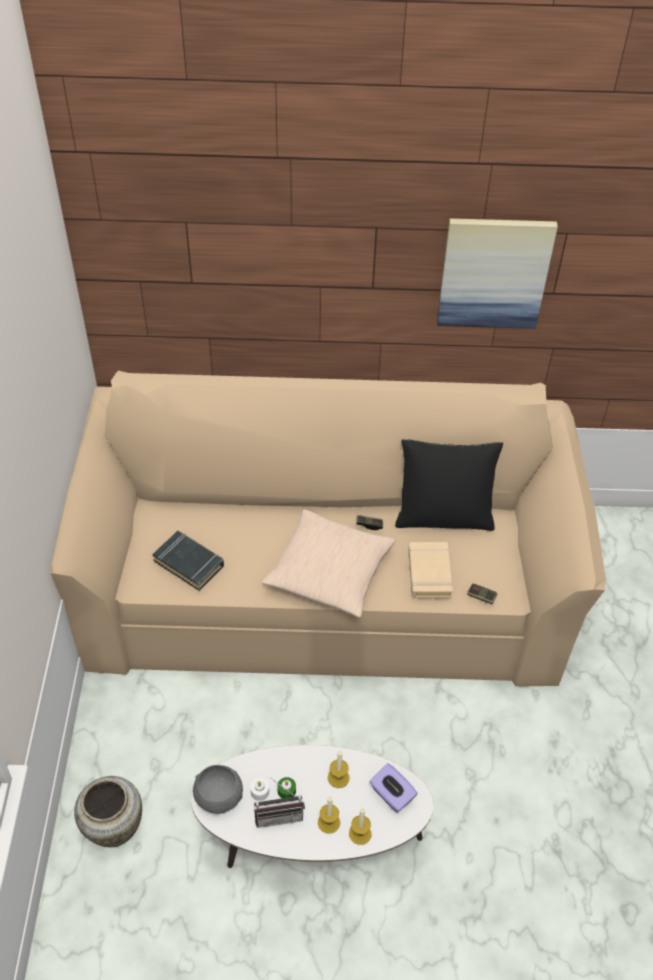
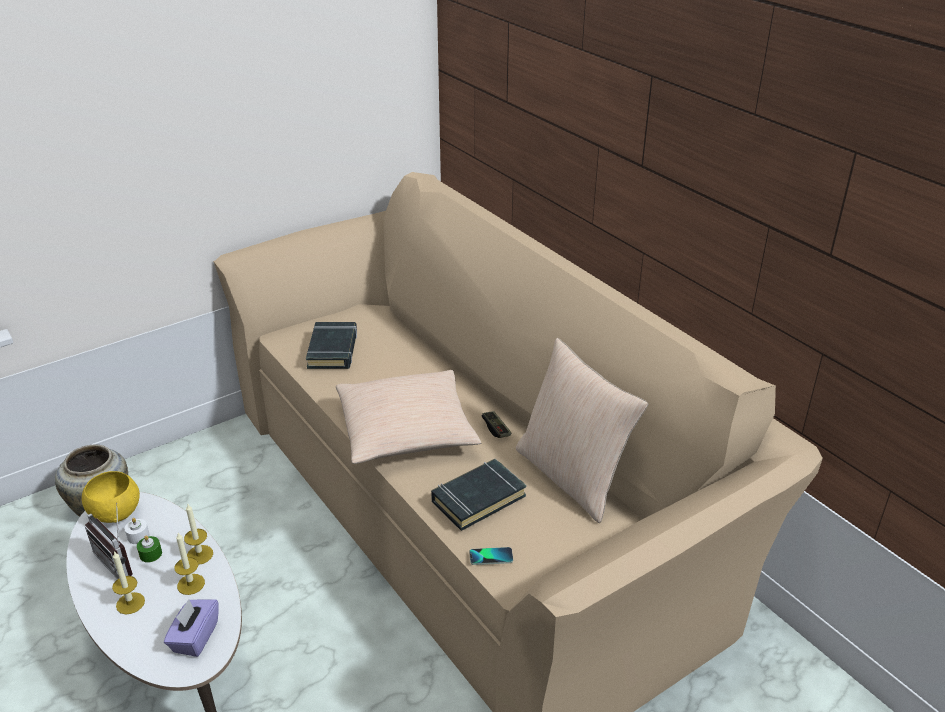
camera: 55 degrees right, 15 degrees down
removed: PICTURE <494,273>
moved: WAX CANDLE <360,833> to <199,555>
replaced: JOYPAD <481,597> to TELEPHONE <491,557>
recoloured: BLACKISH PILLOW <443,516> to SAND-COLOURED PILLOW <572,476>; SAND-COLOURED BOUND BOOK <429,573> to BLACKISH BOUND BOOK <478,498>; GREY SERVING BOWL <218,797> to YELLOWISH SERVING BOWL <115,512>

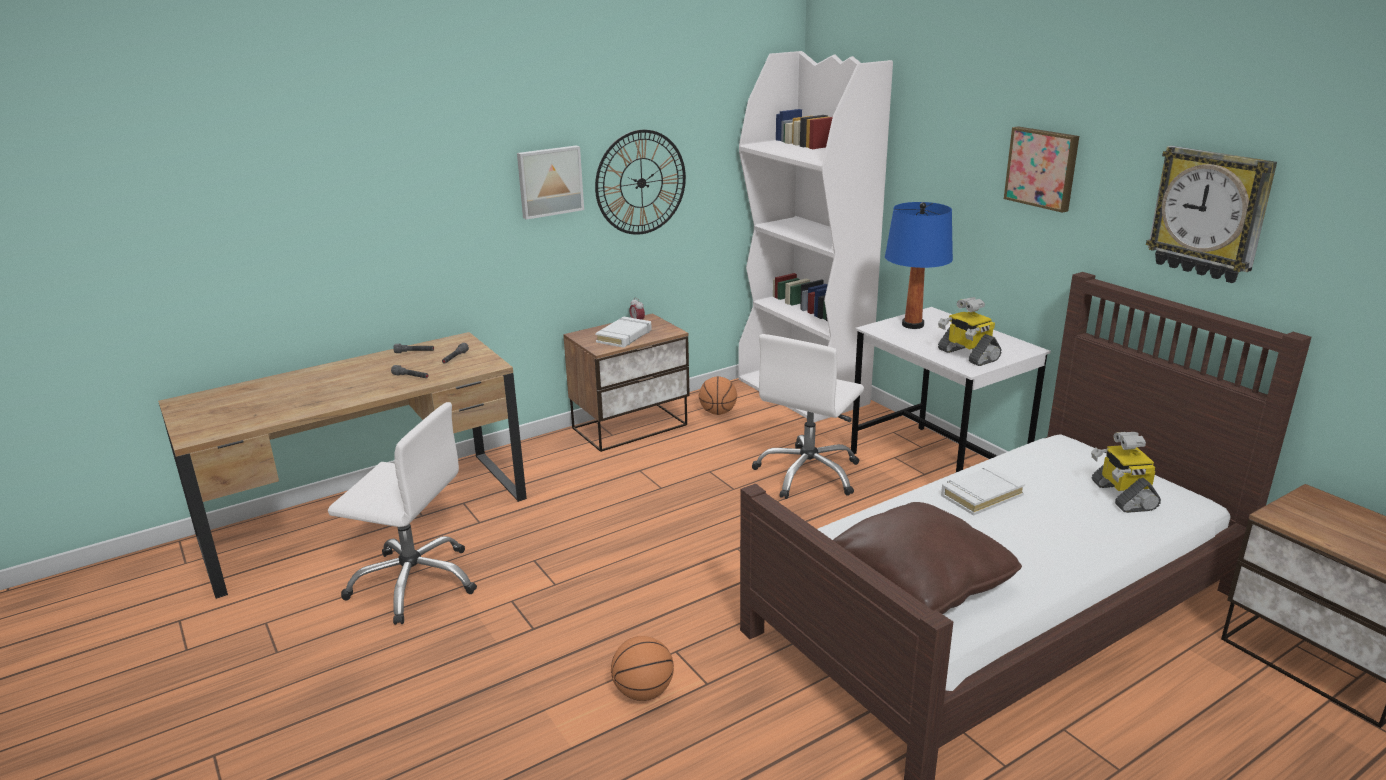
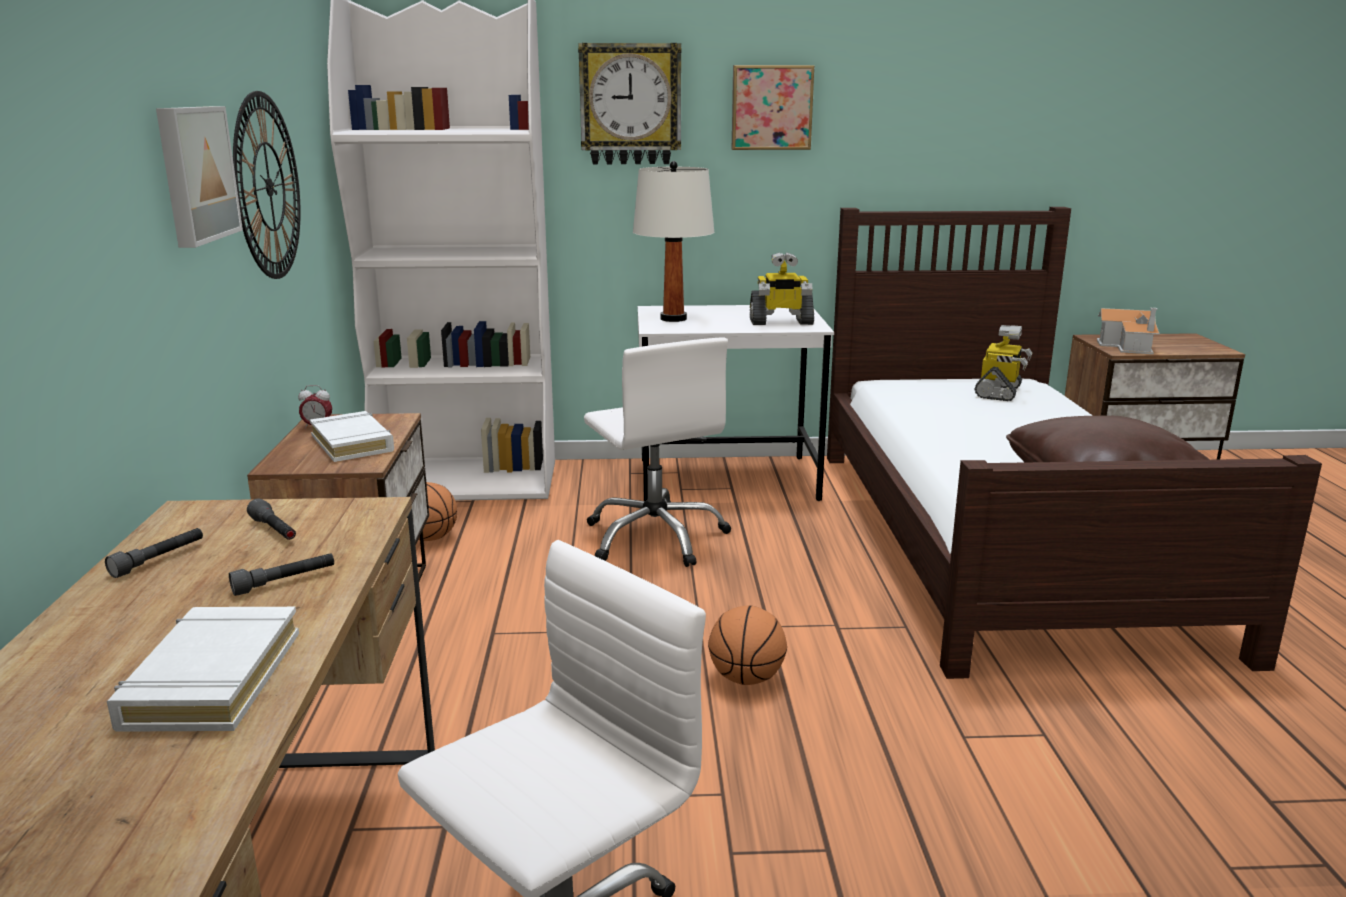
camera: 60 degrees left, 5 degrees down
added: MINIATURE HOUSE <1129,346>
moved: HANGING CLOCK <1209,214> to <630,104>; WHITE BOUND BOOK <981,495> to <211,679>; BASKETBALL <643,692> to <746,679>
recoloured: BLUE TABLE LAMP <913,325> to WHITE TABLE LAMP <673,319>
turned: TOY ROBOT <1121,496> = <999,392> 90 degrees counterclockwise

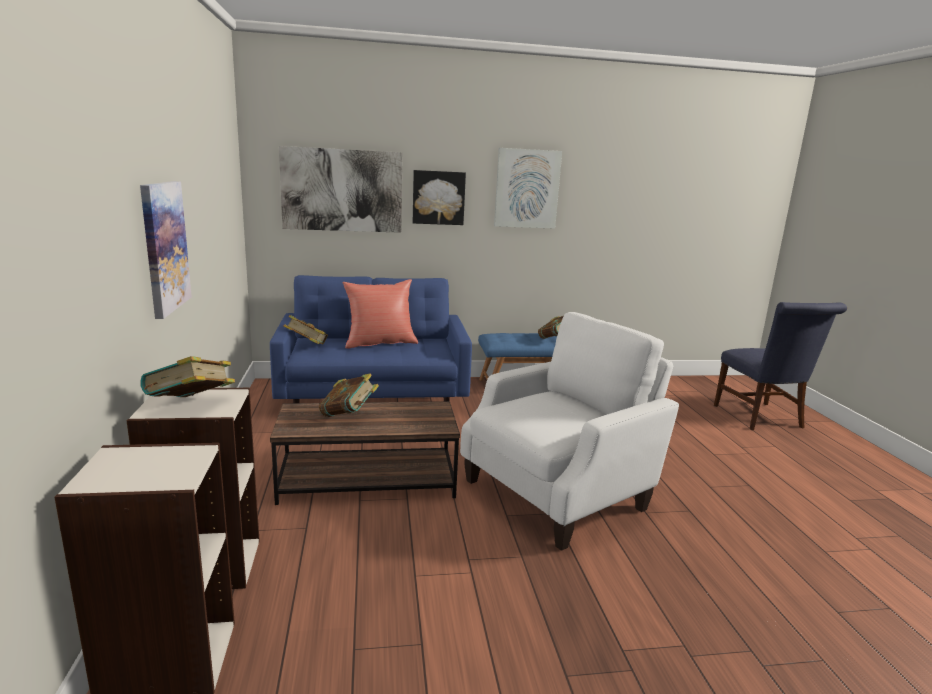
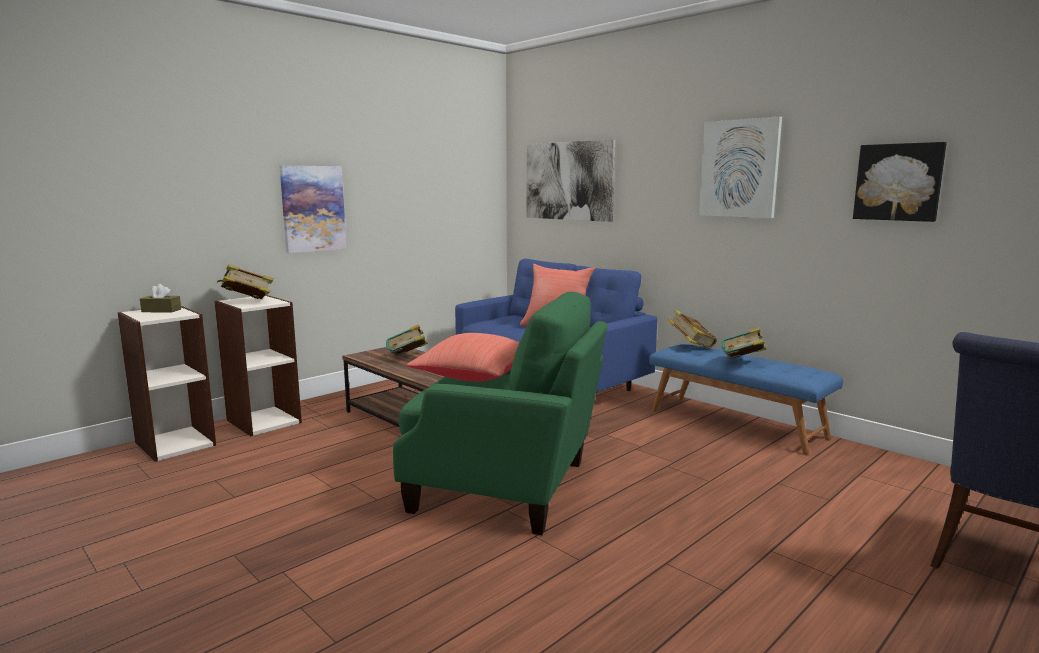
camera: 55 degrees right, 5 degrees down
added: BROWN-COLOURED TISSUE HOLDER <161,310>; RED-COLOURED PILLOW <476,377>
moved: PICTURE <438,197> to <898,182>; BOUND BOOK <306,346> to <691,346>
recoloured: WHITE LOUNGE CHAIR <558,493> to GREENISH LOUNGE CHAIR <506,487>

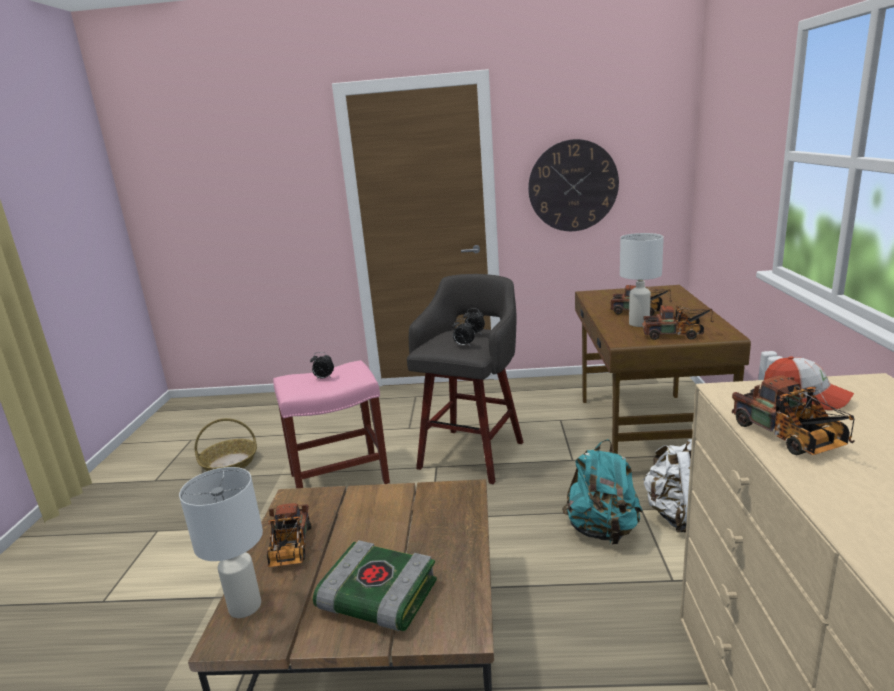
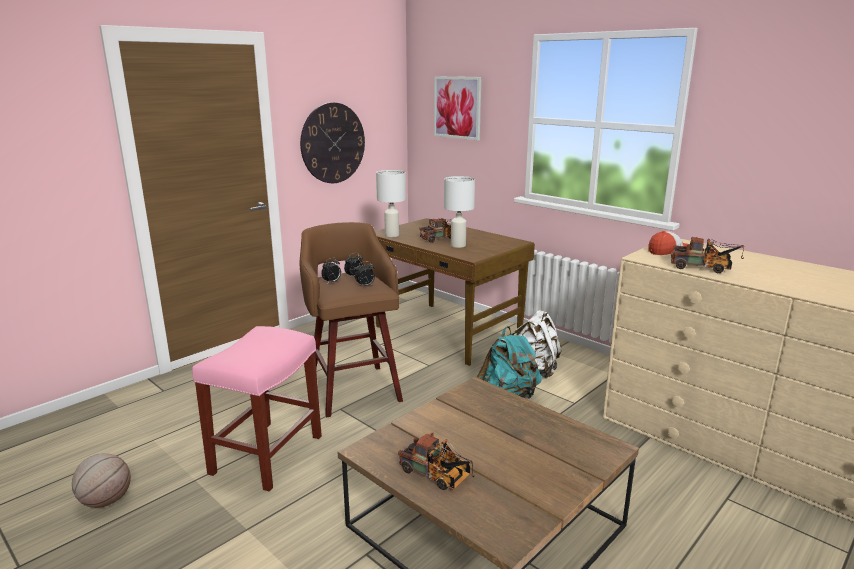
camera: 50 degrees left, 0 degrees up
removed: TOY TRUCK <676,335>; BOUND BOOK <376,597>
added: PICTURE <457,107>
moved: BEDSIDE CLOCK <323,378> to <332,282>; WHITE TABLE LAMP <244,606> to <391,235>
replaced: BASKET <230,463> to BASKETBALL <105,501>
recoloured: GREY STOOL <473,453> to BROWN-COLOURED STOOL <353,388>

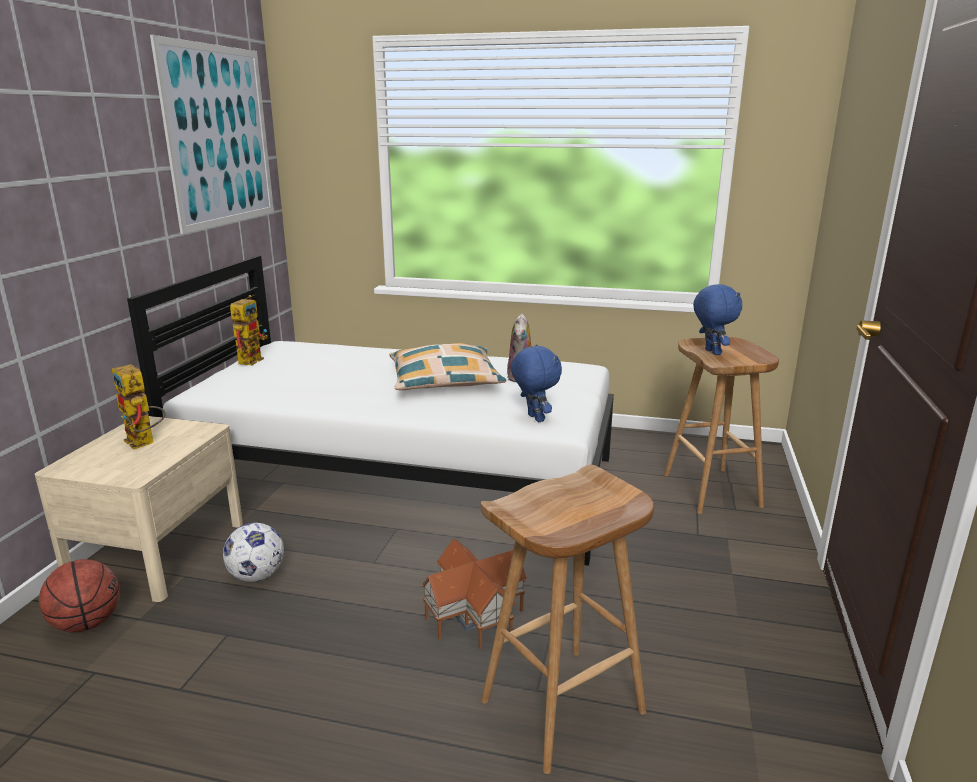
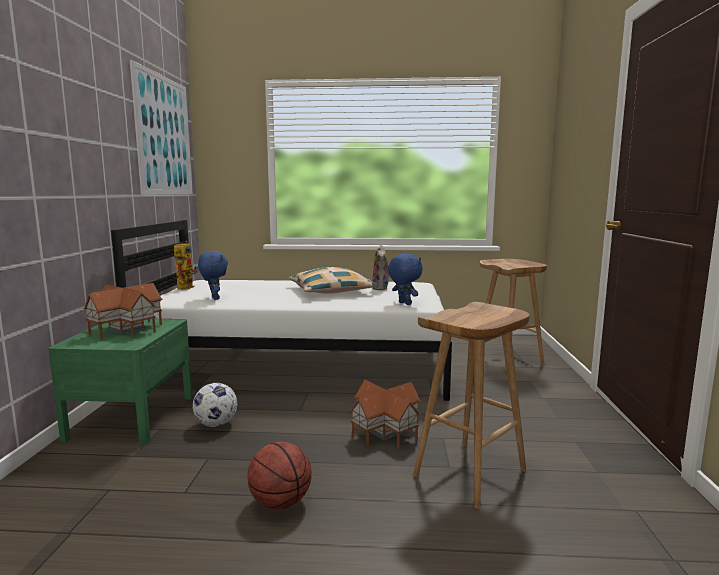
camera: 10 degrees left, 10 degrees down
moved: BLUE SOFT TOY <711,352> to <214,298>; BASKETBALL <87,623> to <280,502>
replaced: TOY ROBOT <145,443> to MINIATURE HOUSE <128,329>
recoloured: SAND-COLOURED NIGHTSTAND <159,552> to GREENISH NIGHTSTAND <132,417>

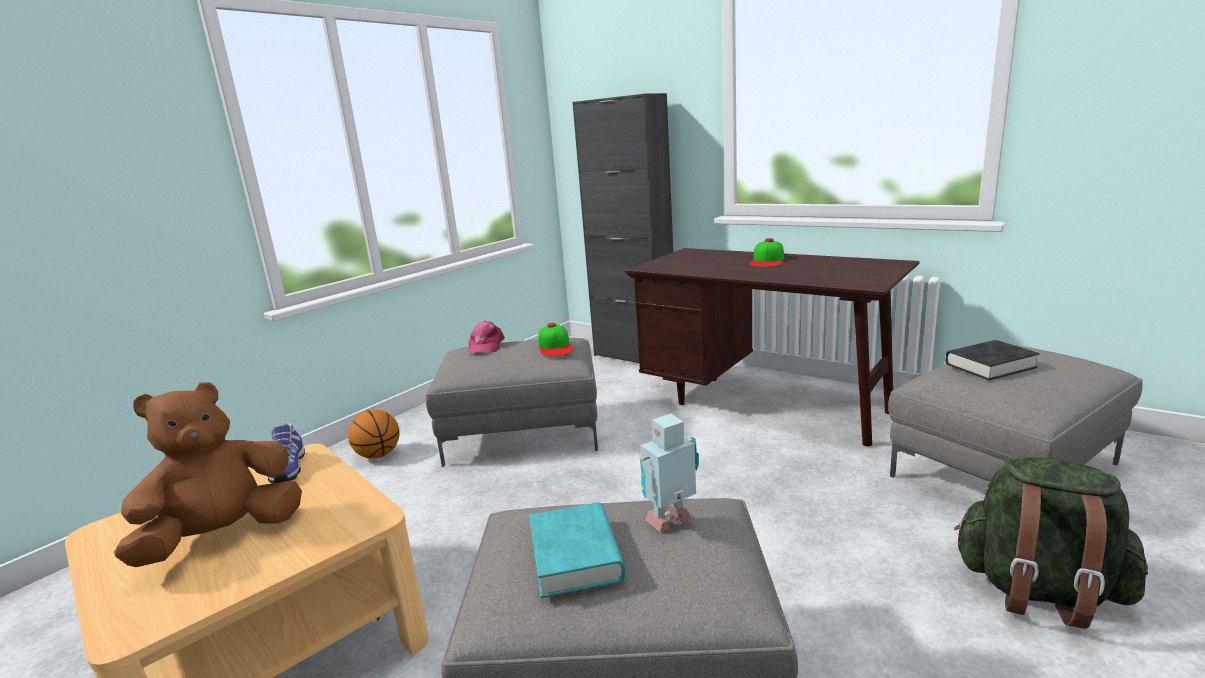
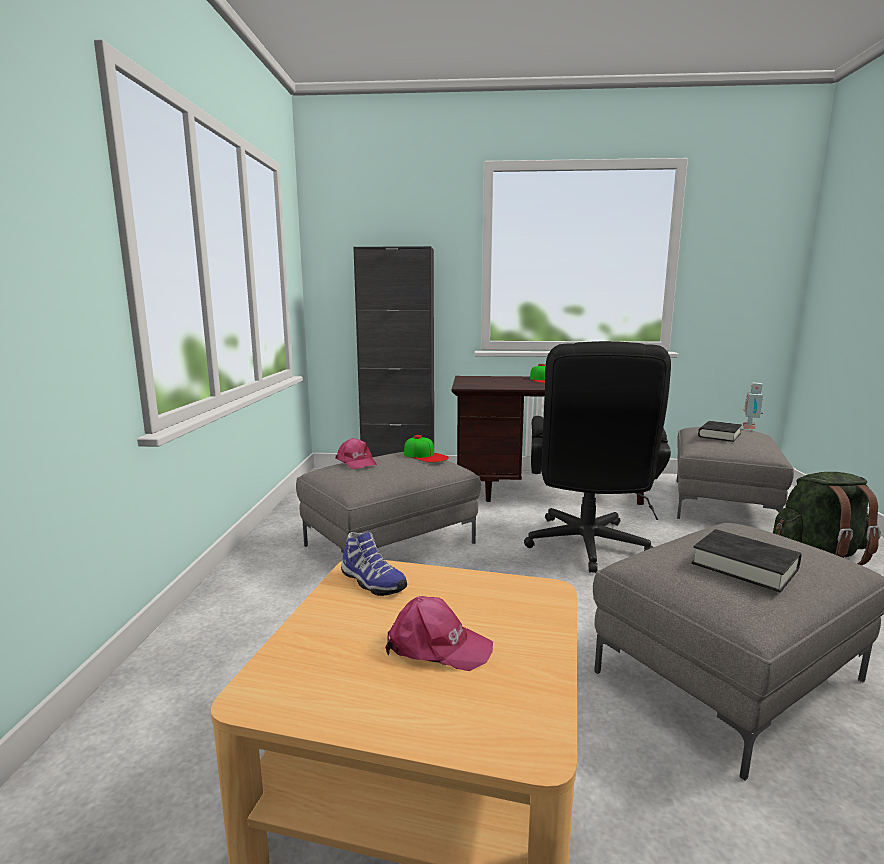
camera: 35 degrees left, 5 degrees down
removed: BASKETBALL <378,455>
added: BLACKISH COMPUTER CHAIR <586,548>
moved: TOY ROBOT <672,521> to <750,428>
replaced: BROWN-COLOURED SOFT TOY <224,536> to PINK BASEBALL CAP <437,646>
recoloured: BLUE-GREEN BOUND BOOK <575,556> to BLACKISH BOUND BOOK <744,566>

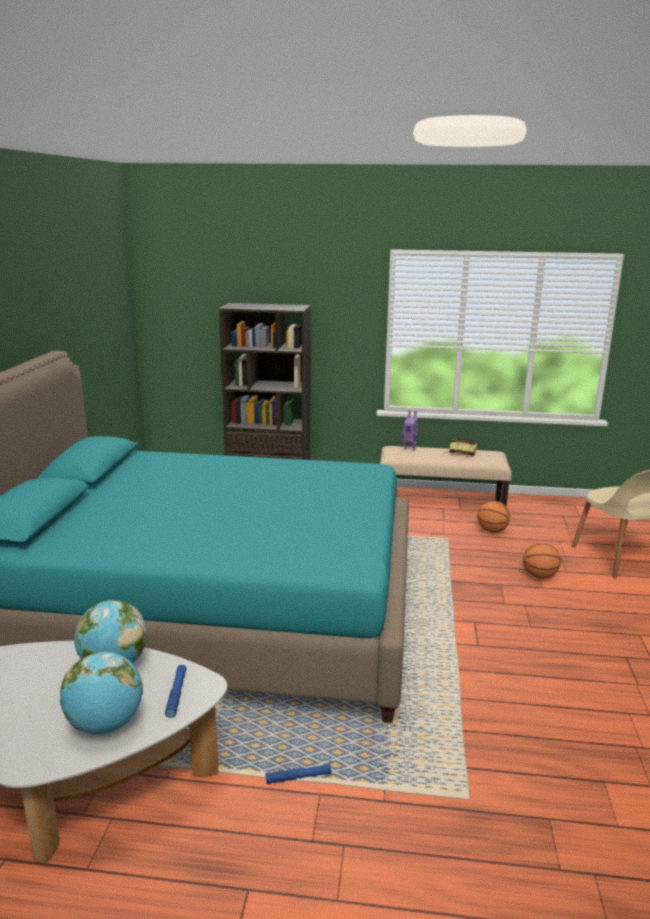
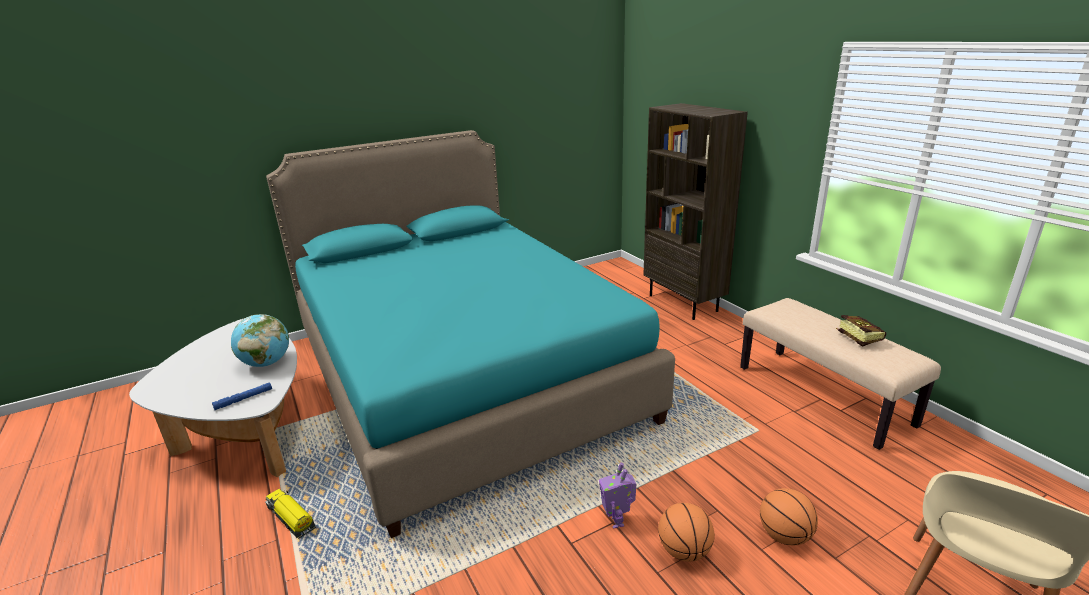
camera: 55 degrees right, 5 degrees up
removed: WORLD GLOBE <106,725>
moved: TOY ROBOT <409,449> to <617,520>; BASKETBALL <492,531> to <684,551>
replaced: BLUE HAND TORCH <298,777> to TOY TRUCK <291,518>

